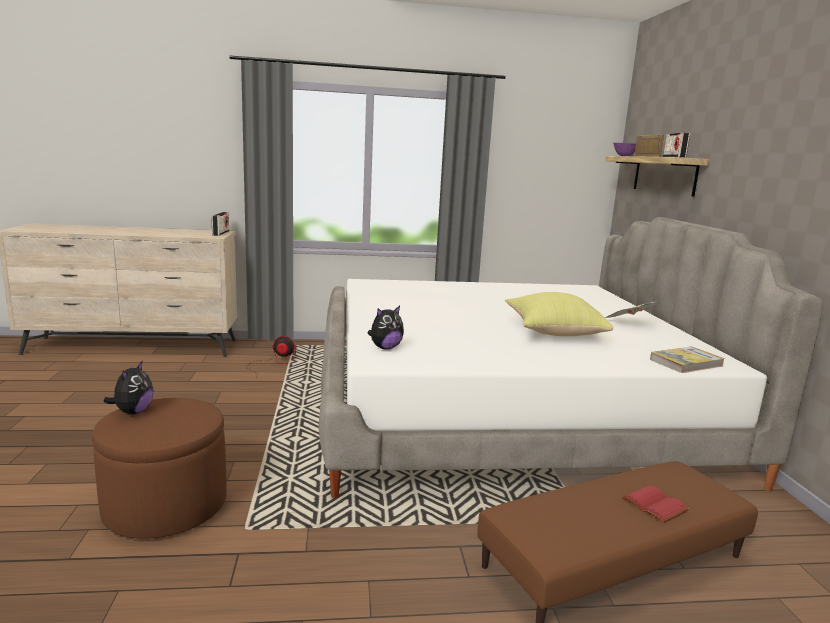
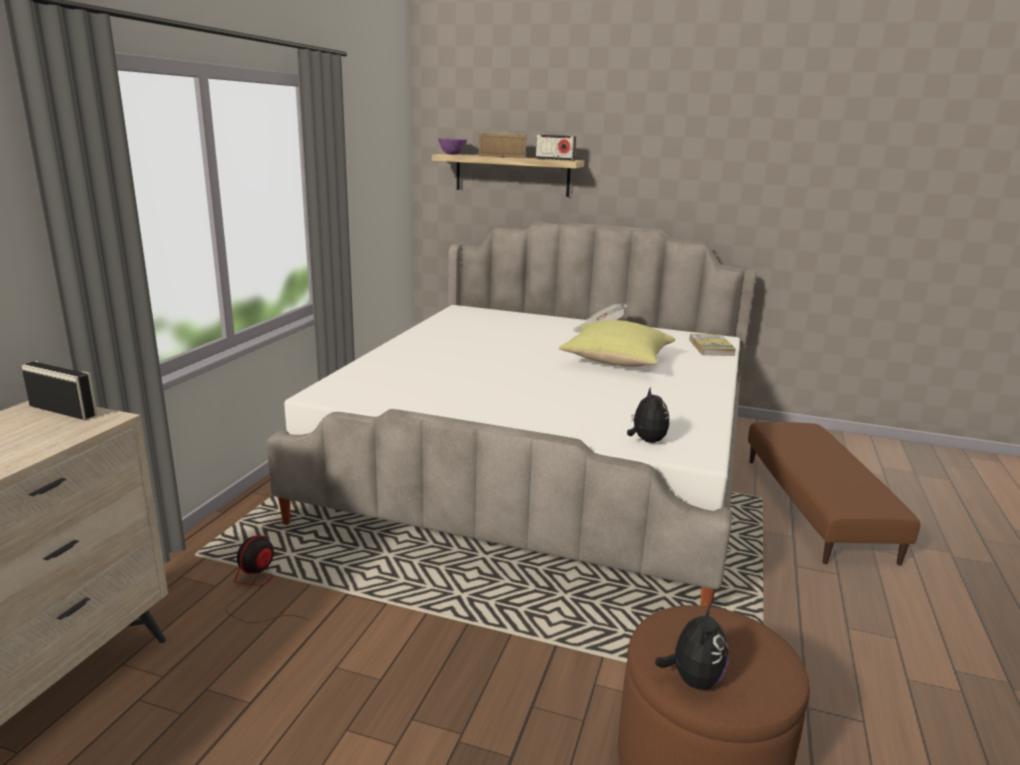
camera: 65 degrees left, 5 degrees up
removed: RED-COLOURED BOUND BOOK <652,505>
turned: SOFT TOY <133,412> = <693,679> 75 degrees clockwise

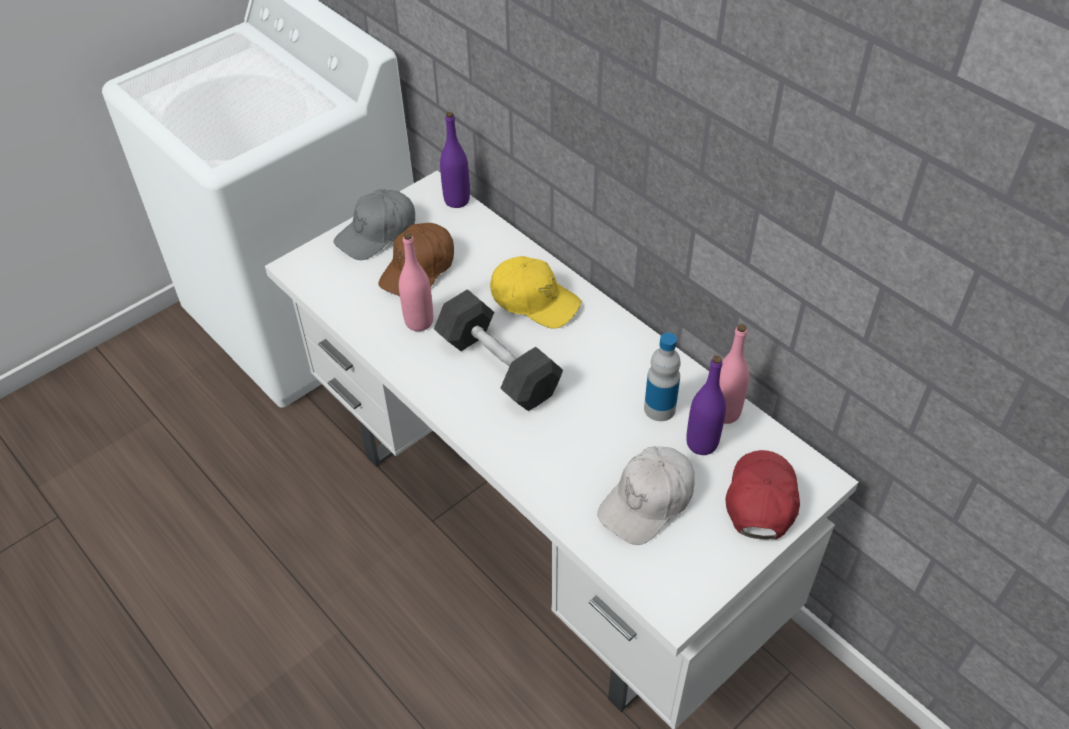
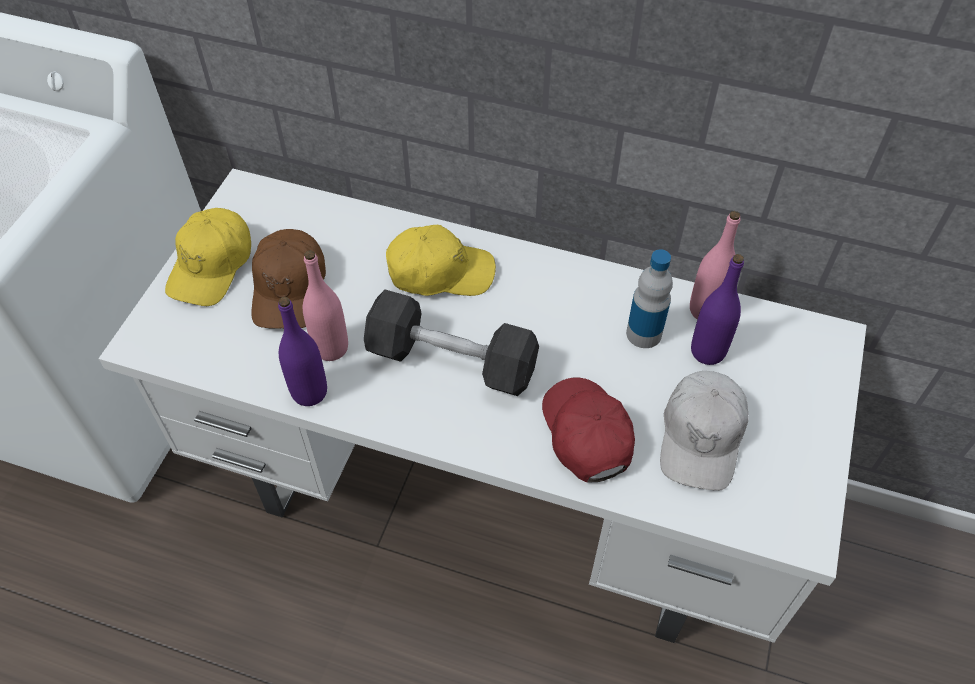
camera: 30 degrees left, 5 degrees up
moved: PURPLISH BOTTLE <457,200> to <309,392>; RED-COLOURED BASEBALL CAP <761,500> to <586,434>
recoloured: GREY BASEBALL CAP <377,233> to YELLOWISH BASEBALL CAP <212,266>

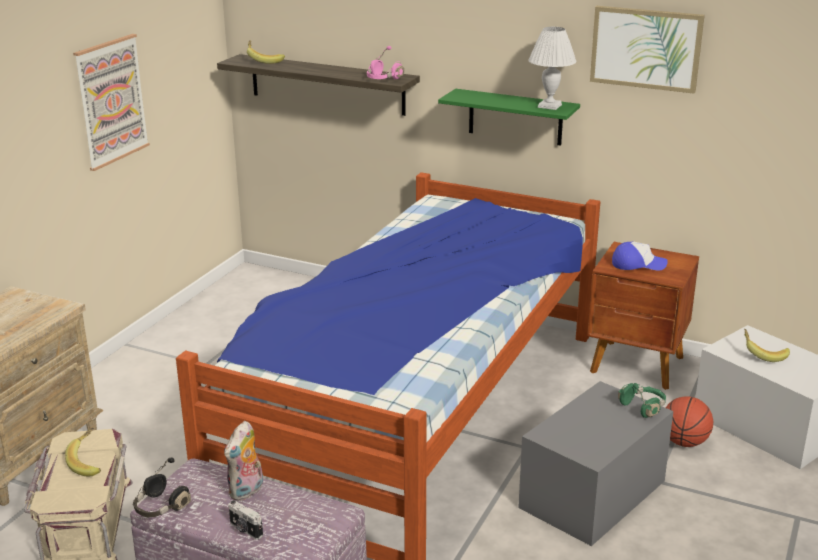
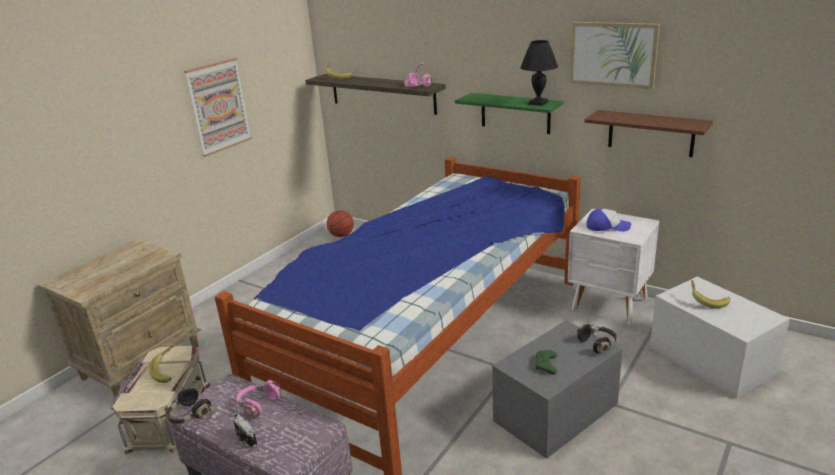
camera: 10 degrees right, 0 degrees up
added: BROWN-COLOURED SHELF <650,133>; GREENISH JOYPAD <546,364>
moved: BASKETBALL <684,442> to <341,235>
replaced: SOFT TOY <247,491> to PINK HEADSET <258,404>
recoloured: WHITE TABLE LAMP <549,106> to BLACKISH TABLE LAMP <538,103>; BROWN-COLOURED NIGHTSTAND <637,366> to WHITE NIGHTSTAND <610,305>; GREENISH HEADSET <643,407> to BLACKISH HEADSET <597,344>

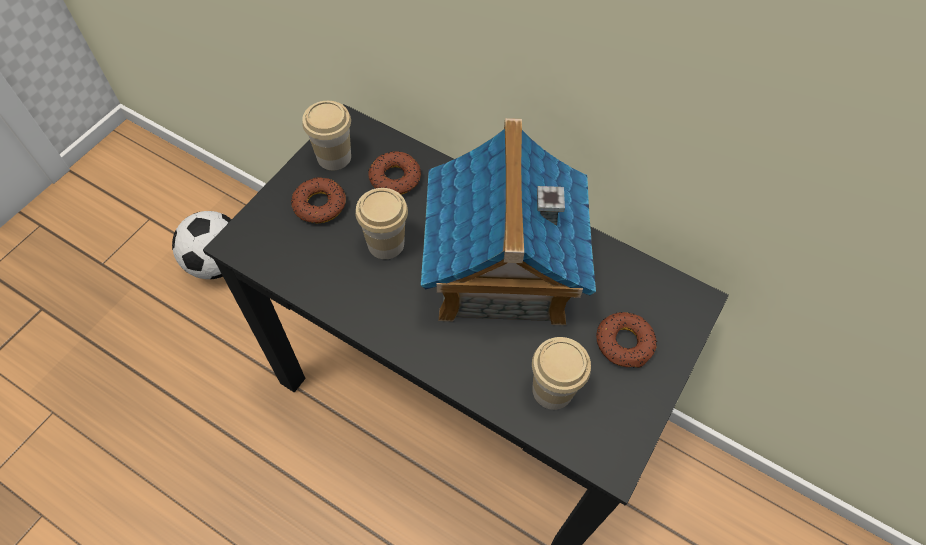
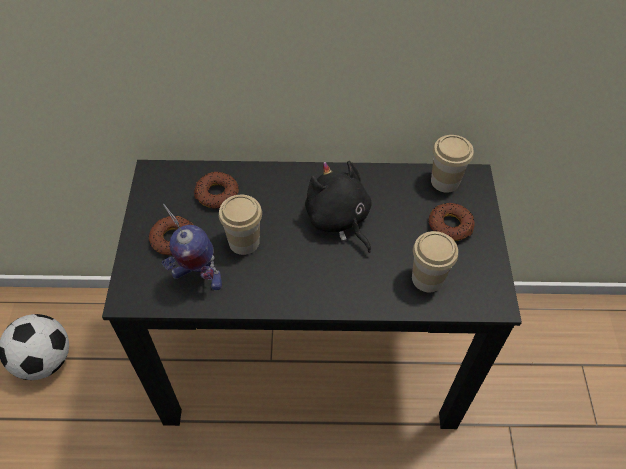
camera: 30 degrees left, 5 degrees down
added: TOY ROBOT <197,278>
moved: CUP <334,157> to <445,181>
replaced: MINIATURE HOUSE <501,270> to BLACKISH SOFT TOY <339,220>

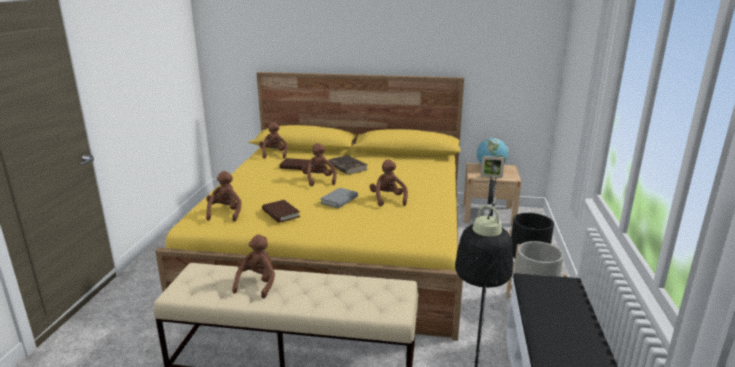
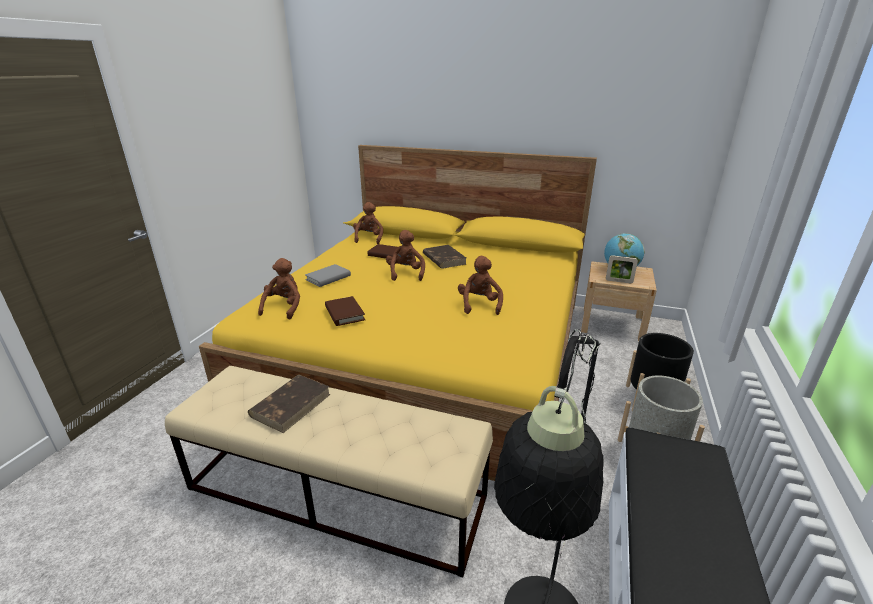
camera: 10 degrees right, 5 degrees up
moved: GREY BOUND BOOK <339,200> to <328,278>
replaced: BROWN-COLOURED SOFT TOY <257,284> to BROWN-COLOURED BOUND BOOK <291,405>

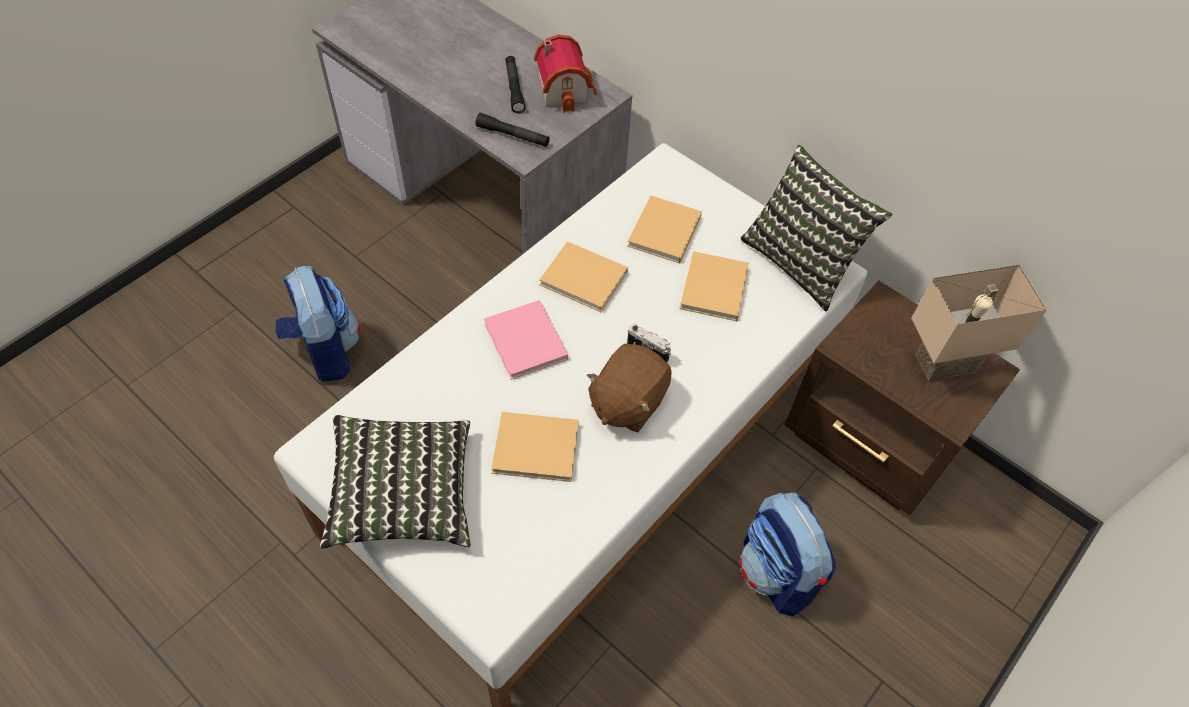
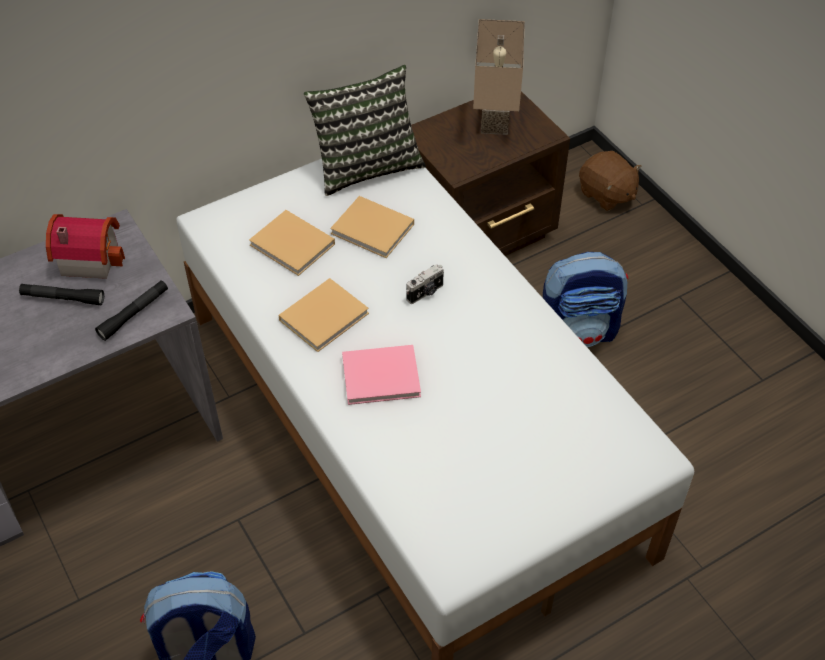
camera: 70 degrees left, 5 degrees down
removed: SAND-COLOURED BOUND BOOK <538,448>; PILLOW <403,493>
moved: BROWN-COLOURED SOFT TOY <627,402> to <606,194>

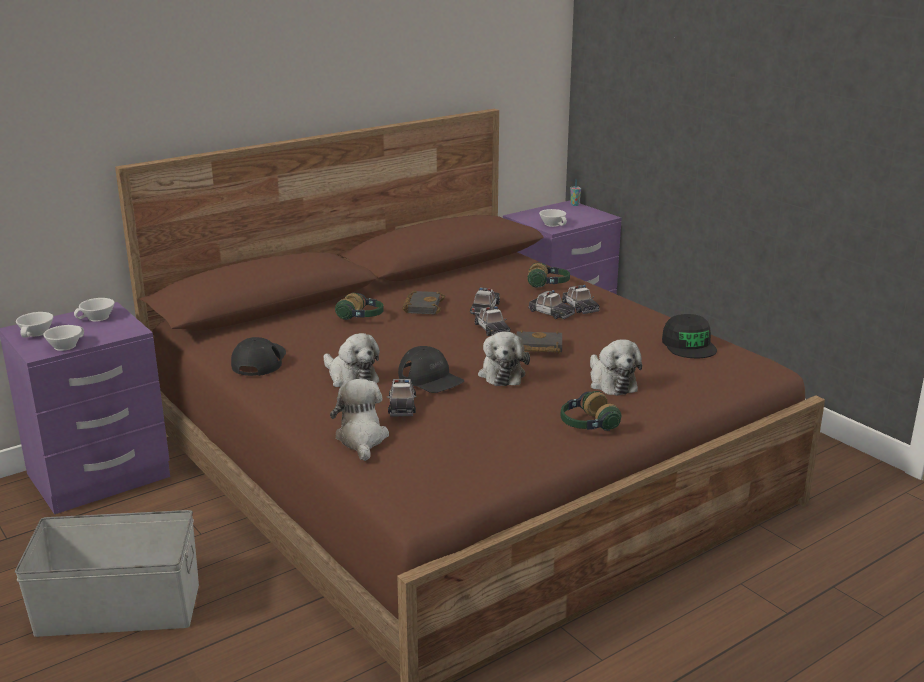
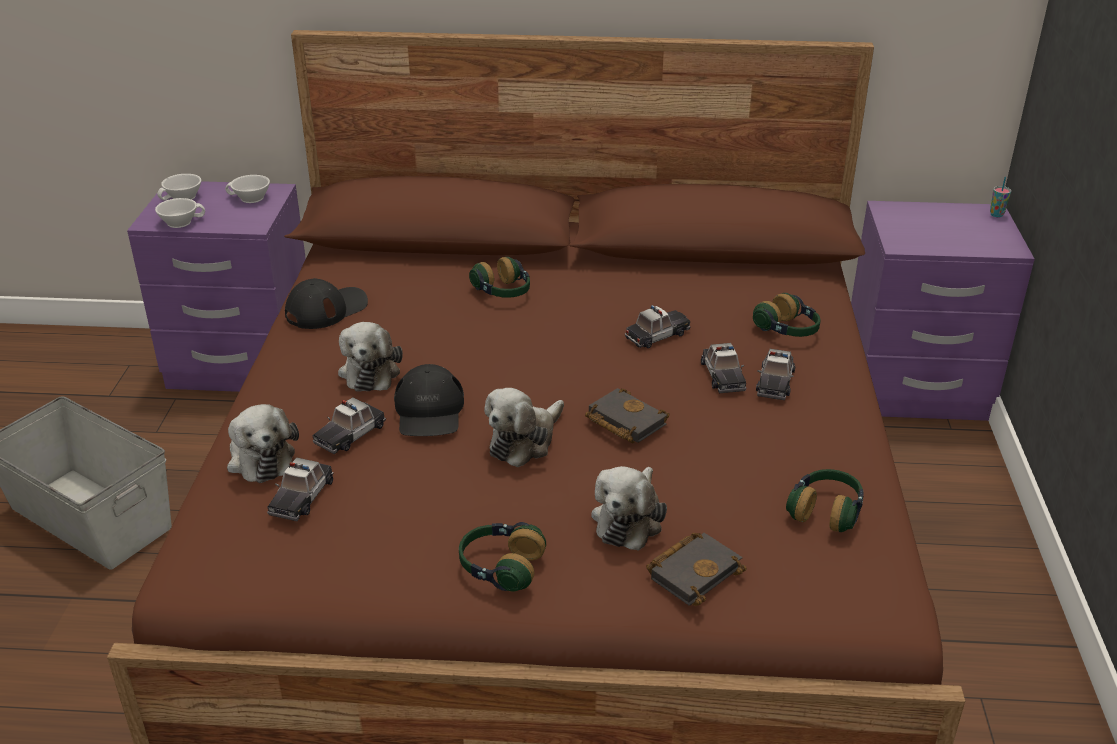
camera: 40 degrees right, 10 degrees up
removed: WHITE CUP <553,224>
moved: BLACKISH BOUND BOOK <422,306> to <694,571>; MINIATURE CAR <492,329> to <301,496>
replaced: BLACKISH BASEBALL CAP <689,345> to HEADSET <826,511>
turned: SOFT TOY <361,439> = <260,457> 120 degrees clockwise

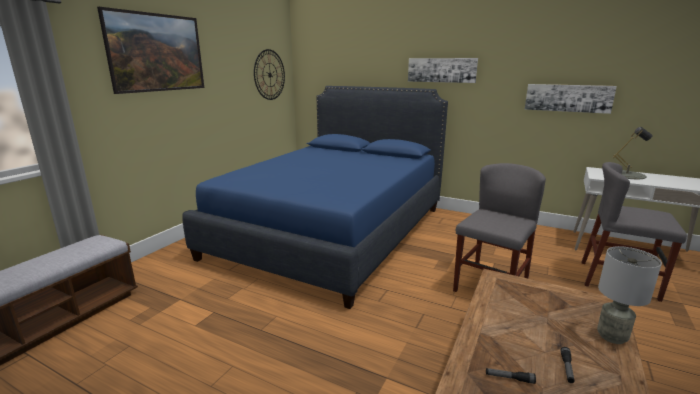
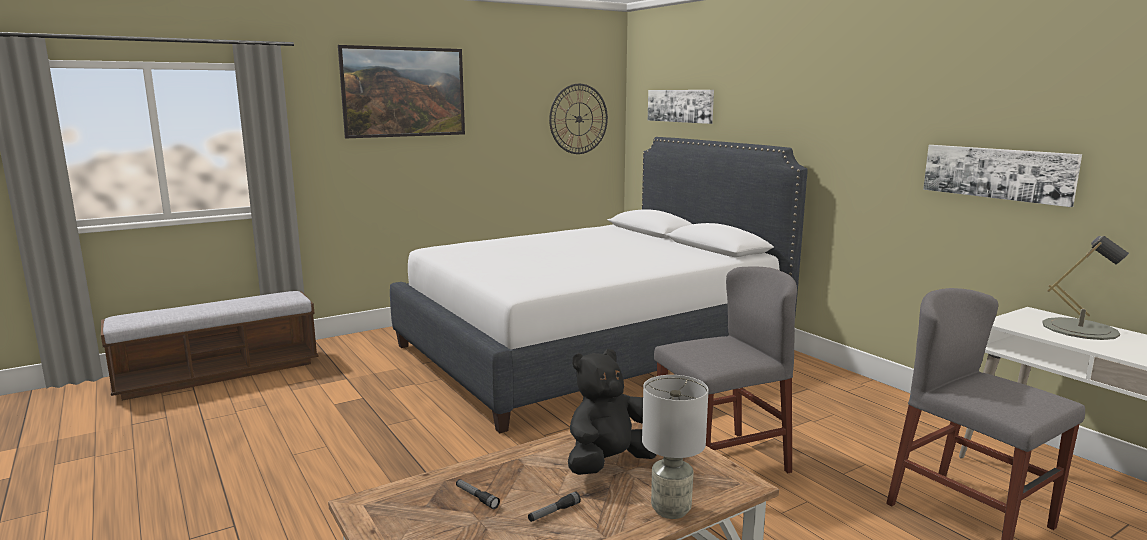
camera: 30 degrees right, 5 degrees down
added: BLACKISH SOFT TOY <609,463>
moved: PICTURE <441,70> to <680,106>
recoloured: BLUE BEDROOM BED <332,231> to WHITE BEDROOM BED <592,349>

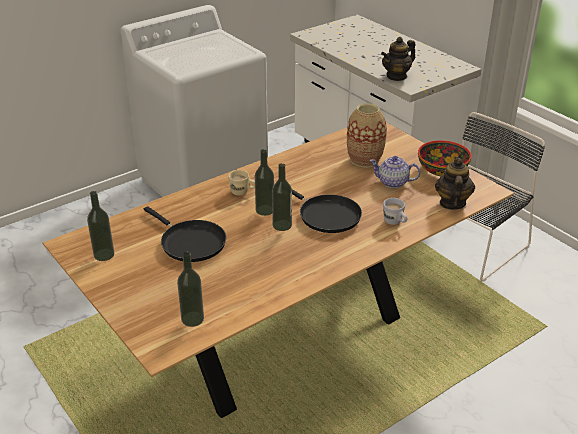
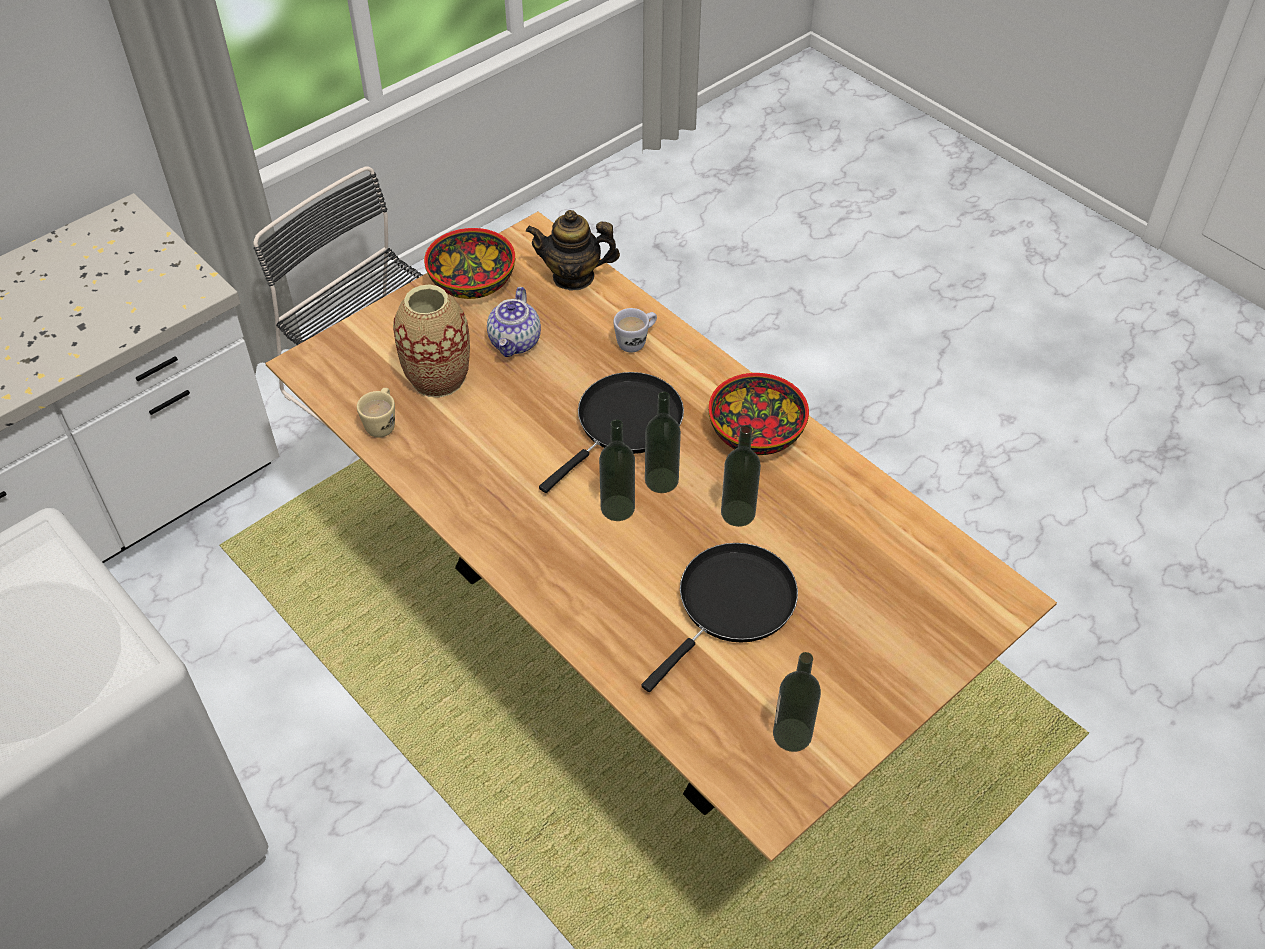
camera: 95 degrees left, 15 degrees up
removed: TEA POT <397,76>
added: SERVING BOWL <757,433>
moved: SAND-COLOURED COFFEE MUG <243,192> to <382,423>; BOTTLE <192,319> to <738,513>

